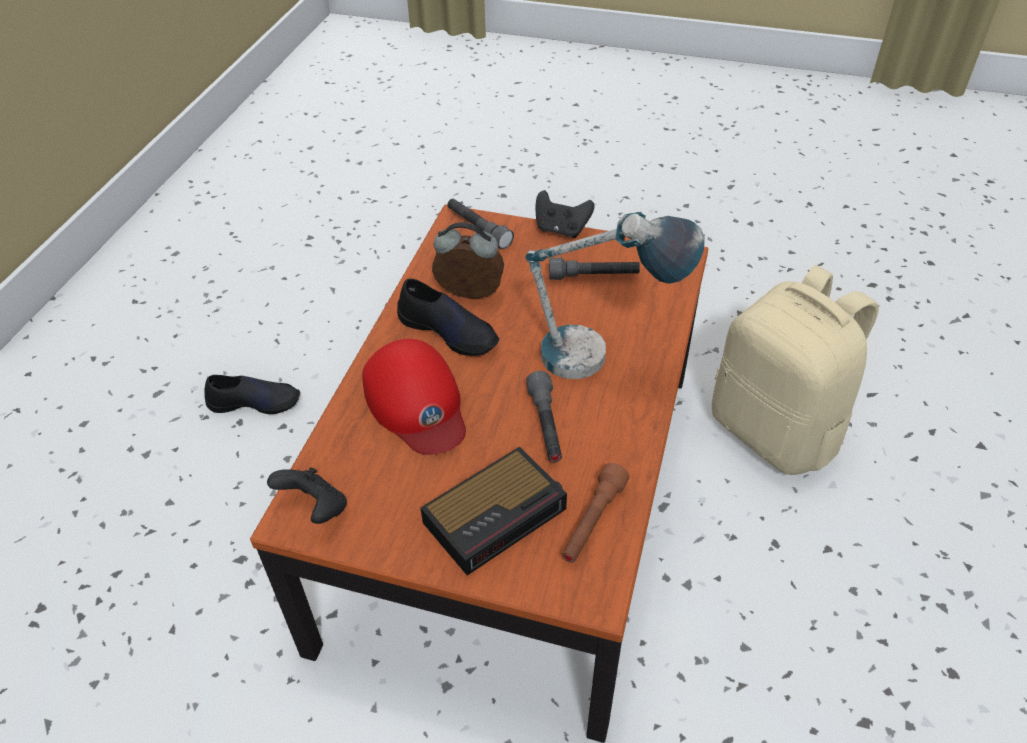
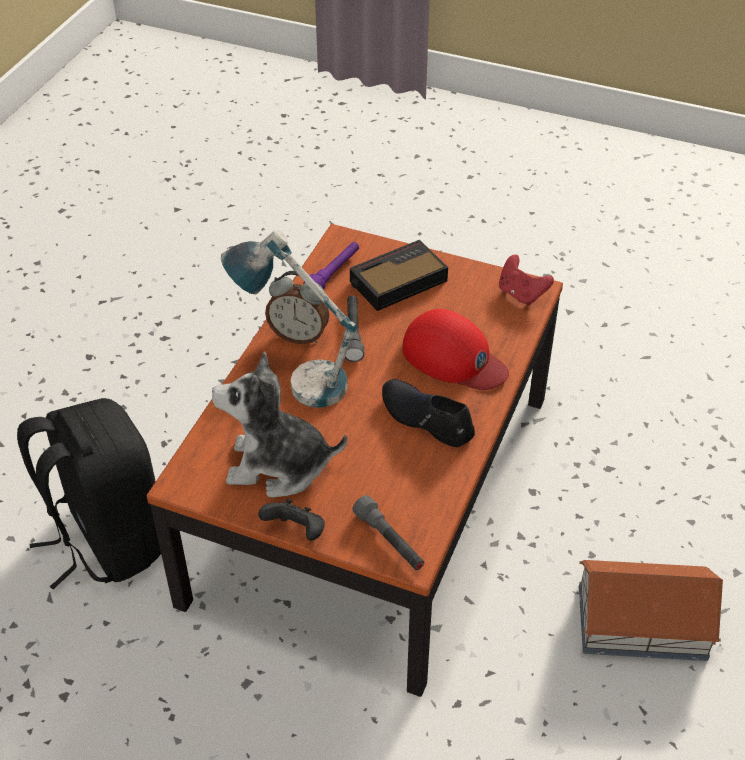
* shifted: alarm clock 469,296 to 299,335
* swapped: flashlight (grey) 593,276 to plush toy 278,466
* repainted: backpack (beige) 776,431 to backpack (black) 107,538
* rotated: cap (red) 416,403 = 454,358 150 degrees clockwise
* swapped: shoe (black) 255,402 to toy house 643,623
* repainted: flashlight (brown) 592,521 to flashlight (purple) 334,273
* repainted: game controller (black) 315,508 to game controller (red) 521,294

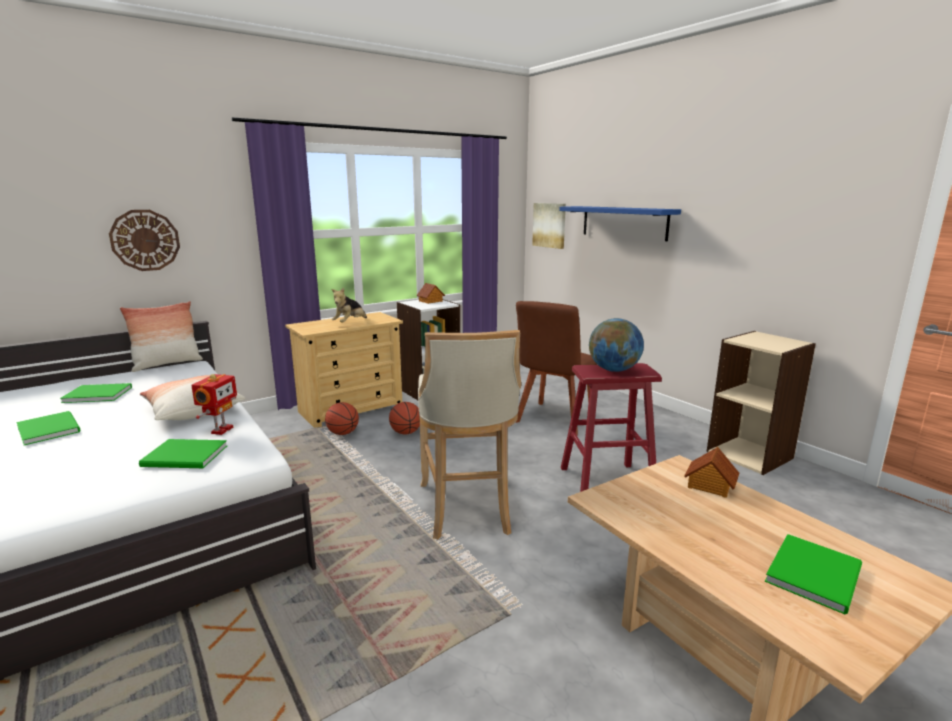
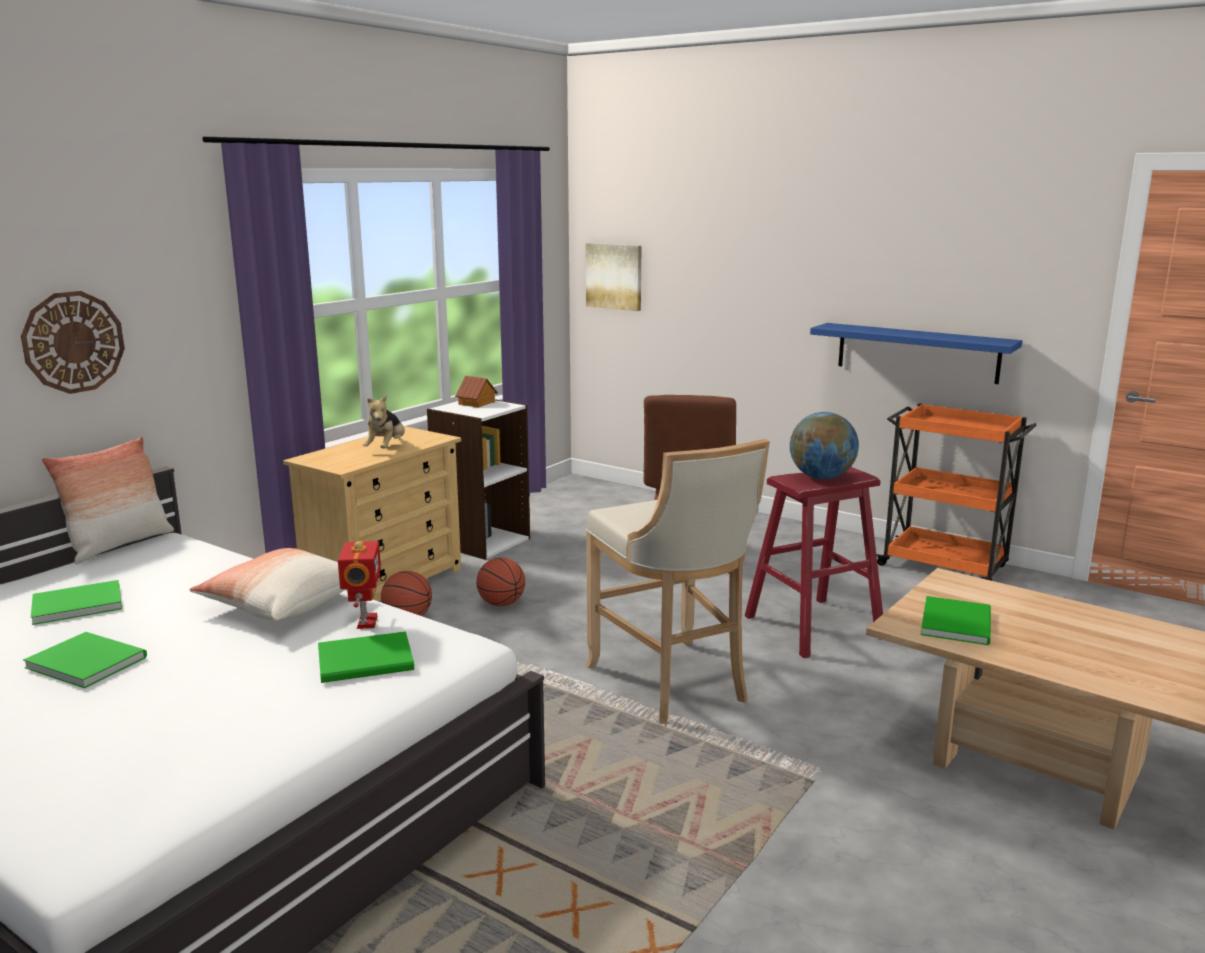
* shifted: shelf (blue) 624,222 to 917,352
* swapped: bookcase (beige) 750,455 to cart (orange) 945,566
* gone: toy house 709,485
* shifted: book (green) 816,574 to 958,622

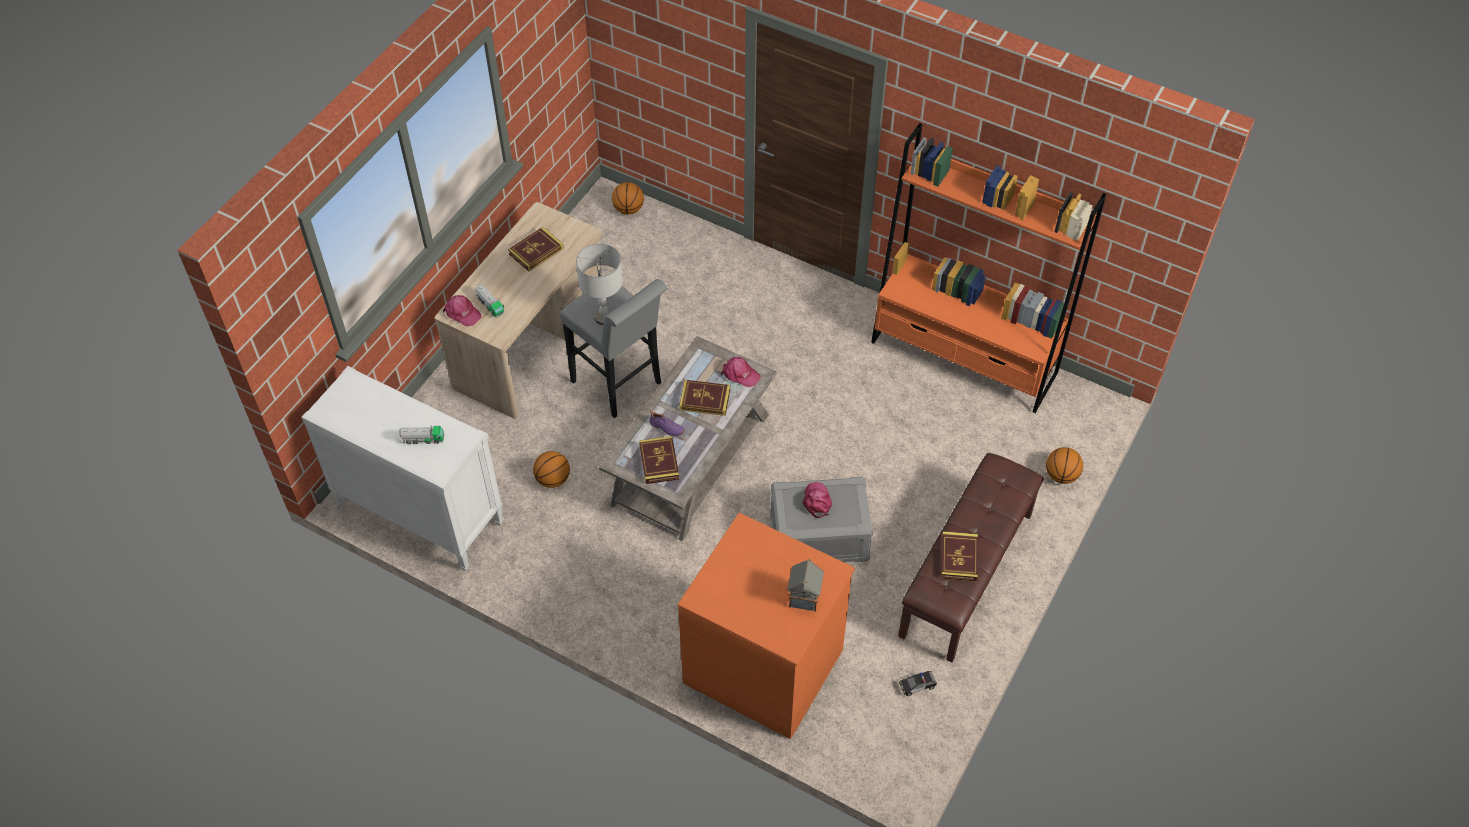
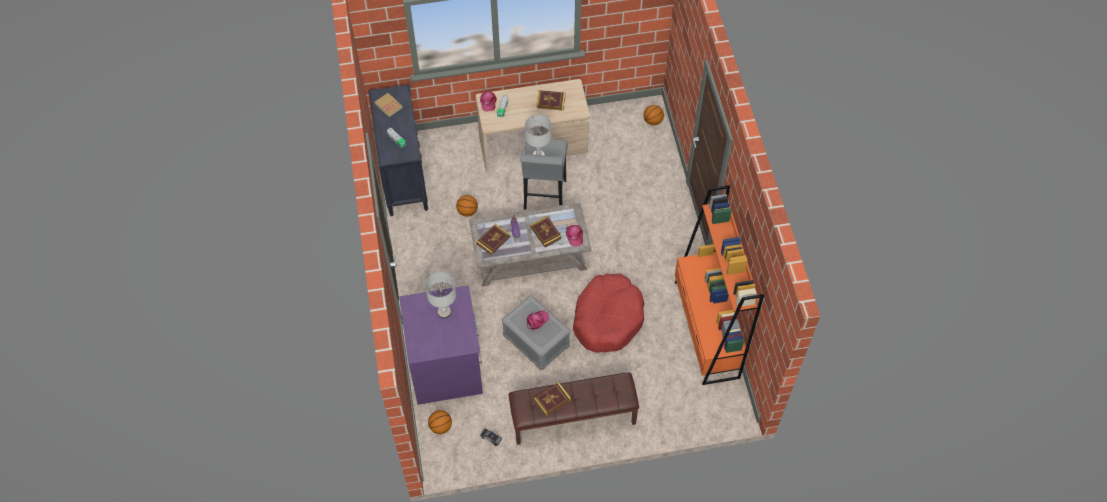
* repainted: dresser (white) 419,513 to dresser (black) 403,176
* shifted: basketball 1061,475 to 440,426
* repainted: dresser (orange) 764,664 to dresser (purple) 446,367
* gone: toy house 804,599
* new: book 388,105
* new: table lamp (grey) 444,312
* new: dog bed (red) 607,318

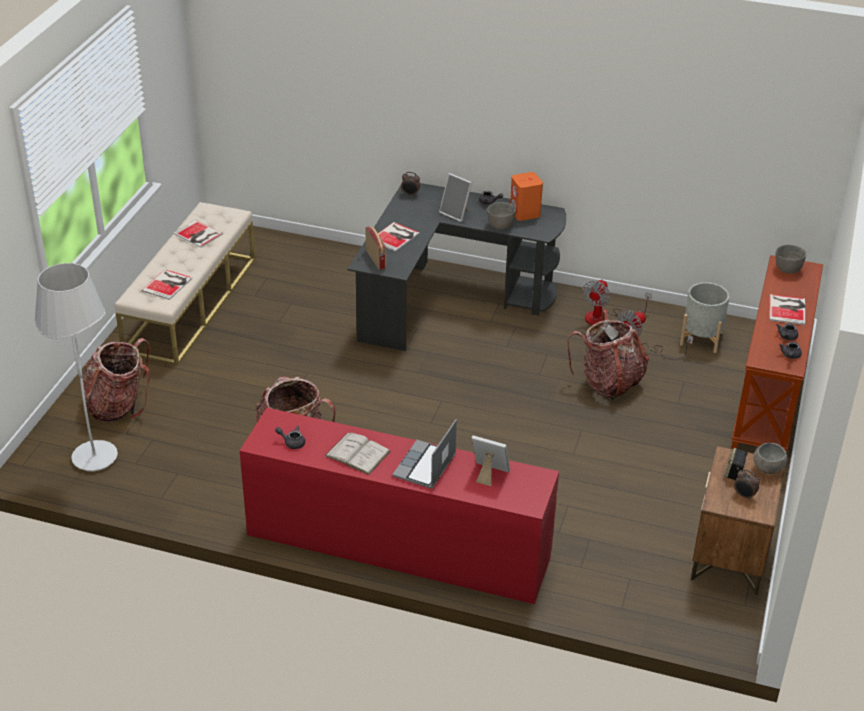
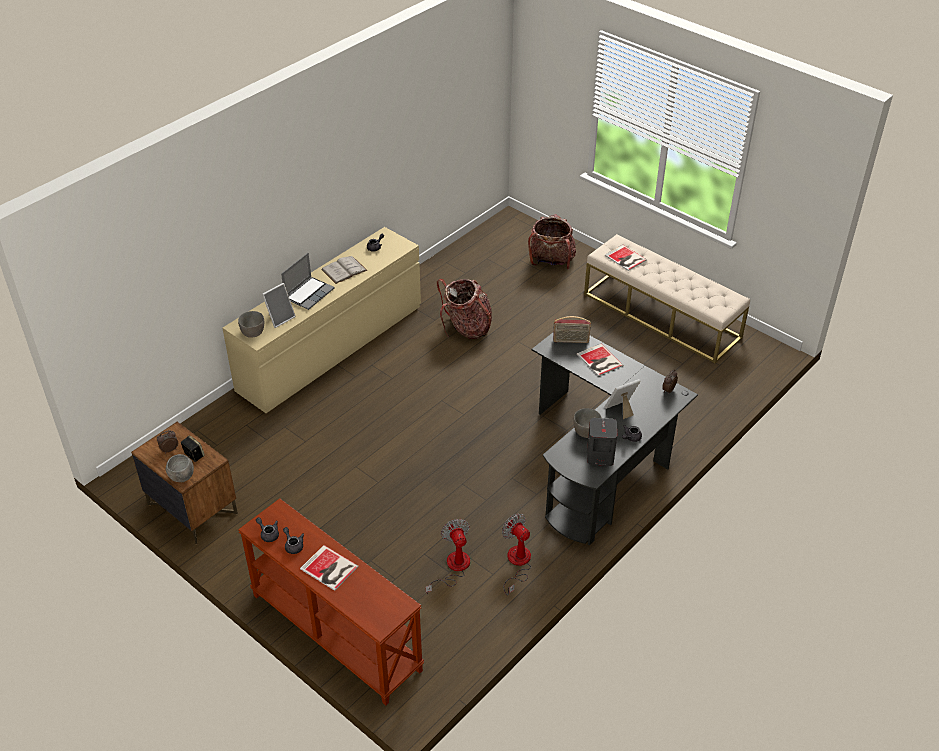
* repainted: speaker (orange) 525,213 to speaker (grey) 599,456
* gone: book 198,234
* shifted: bowl (grey) 787,269 to 253,332
* gone: floor lamp (white) 94,458
* gone: planter (grey) 701,338
* gone: backpack 608,383
* repainted: dresser (red) 398,545 to dresser (beige) 331,347
* rotated: laptop 425,467 = 309,293 75 degrees clockwise

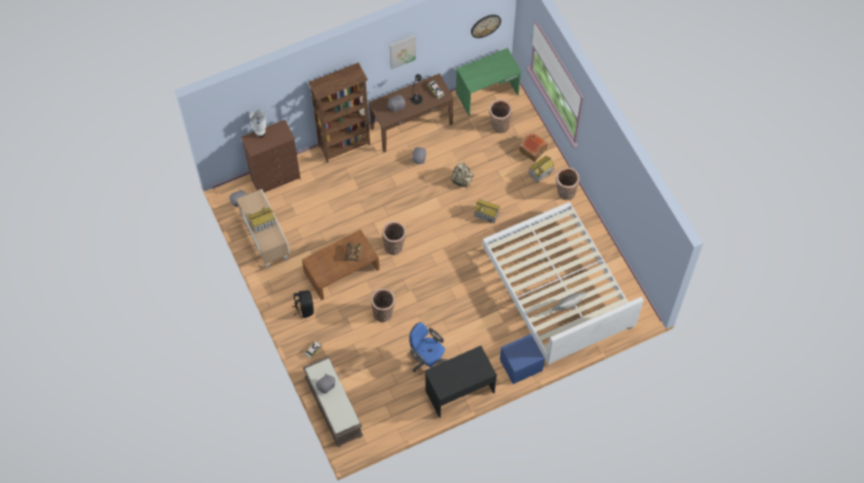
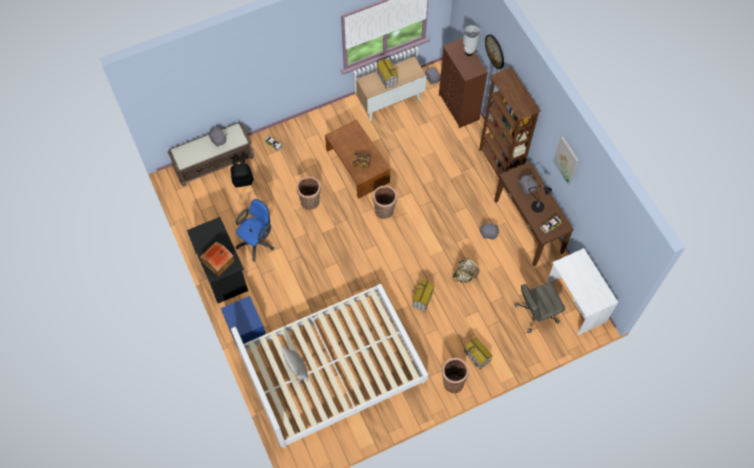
* shifted: wall clock 485,25 to 495,51
* repainted: desk (green) 487,94 to desk (white) 575,302
* swapped: basket 499,125 to office chair (grey) 536,313
* shifted: toy house 533,149 to 219,262
* shifted: backpack (black) 304,308 to 243,180

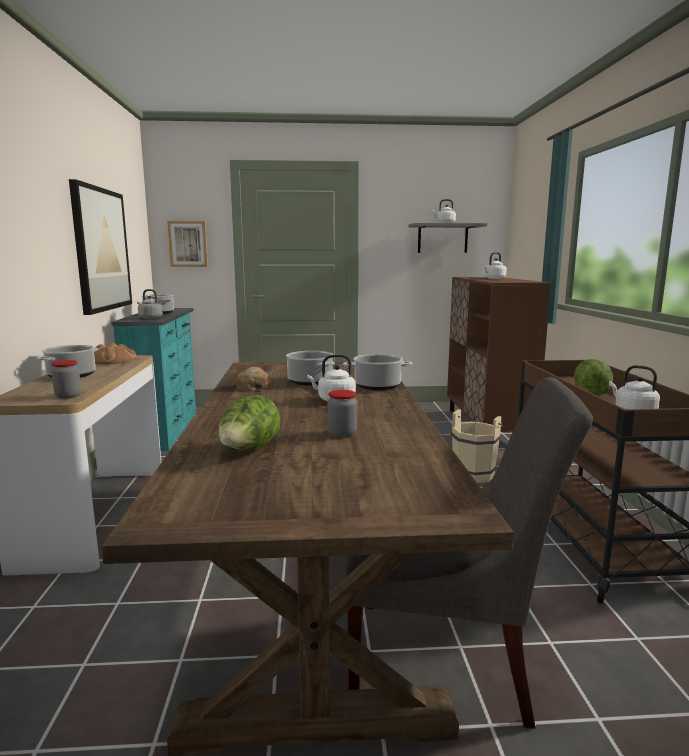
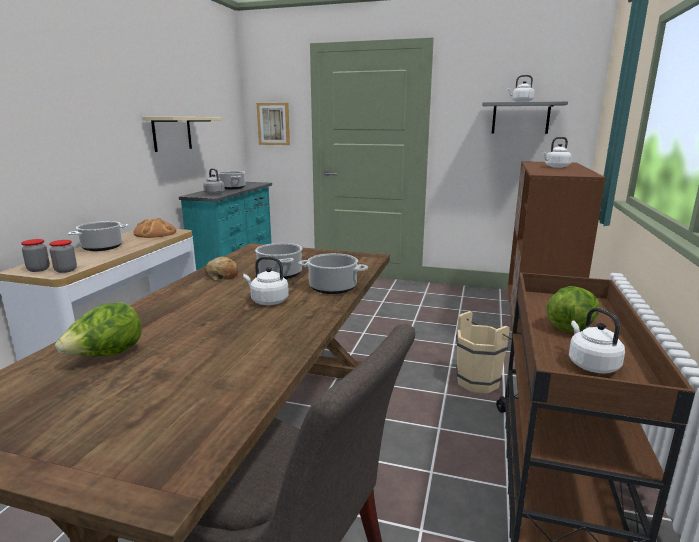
* swapped: picture 101,249 to shelf (beige) 172,133
* shifted: jar 342,433 to 38,269

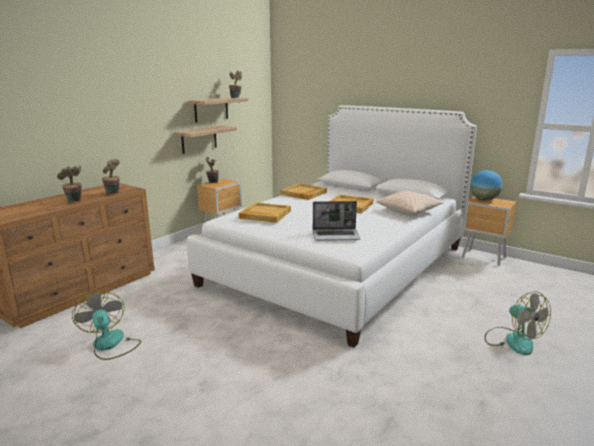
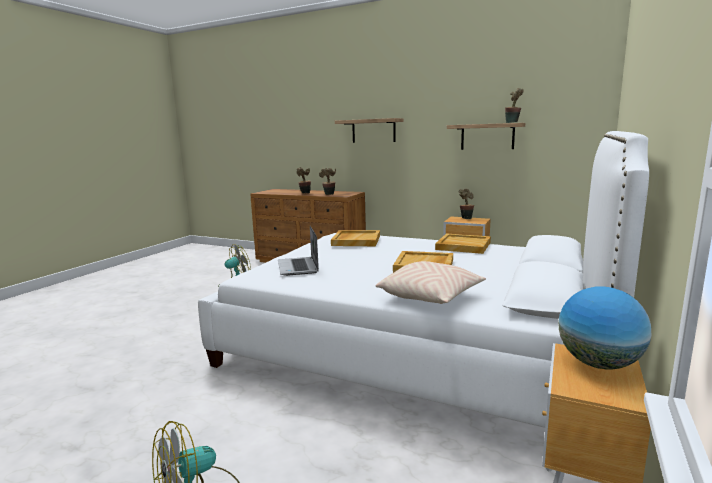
* shifted: shelf 199,139 to 373,131

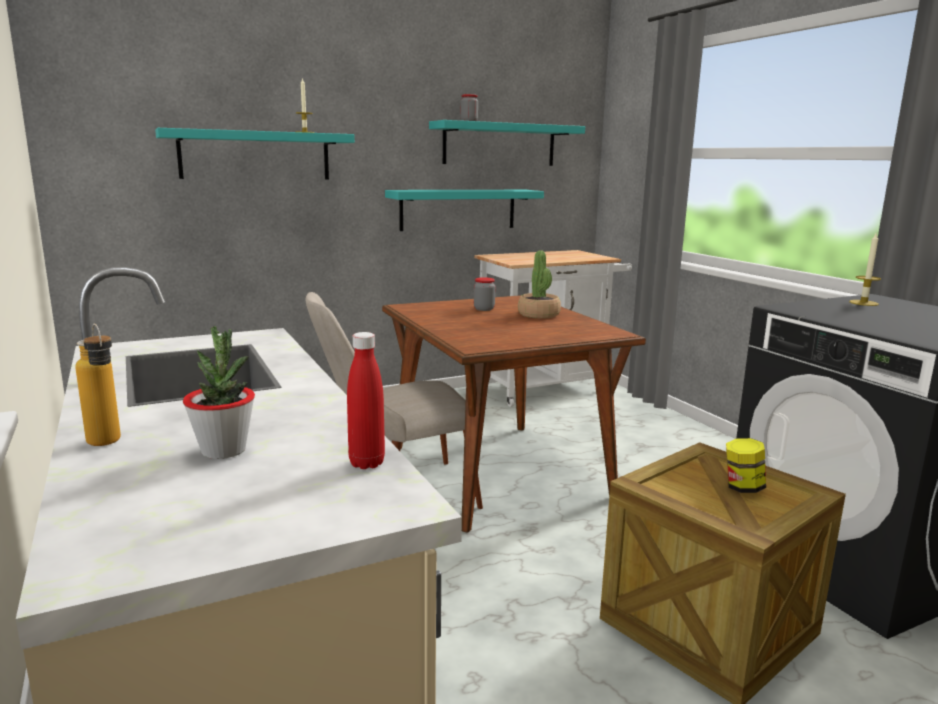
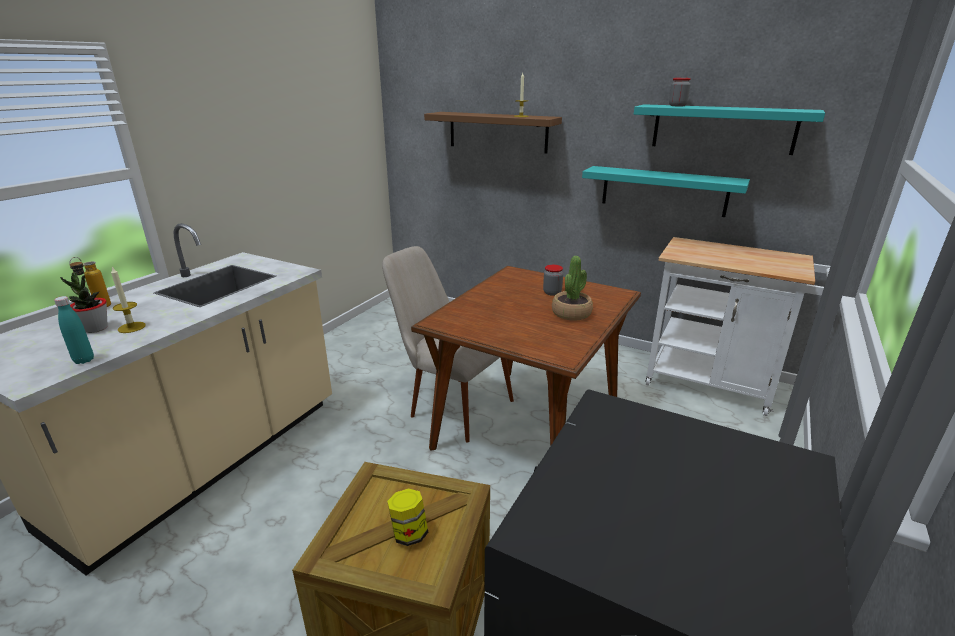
* repainted: shelf (turquoise) 255,155 to shelf (brown) 497,132
* shifted: candle 863,303 to 131,327
* repainted: bottle (red) 366,463 to bottle (turquoise) 84,360

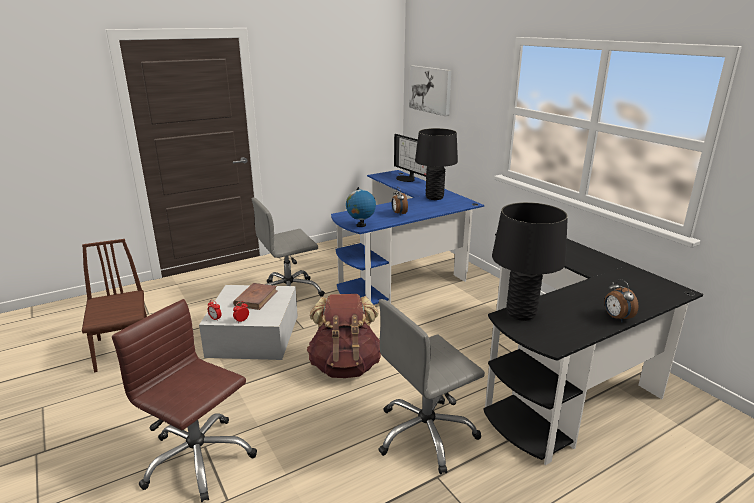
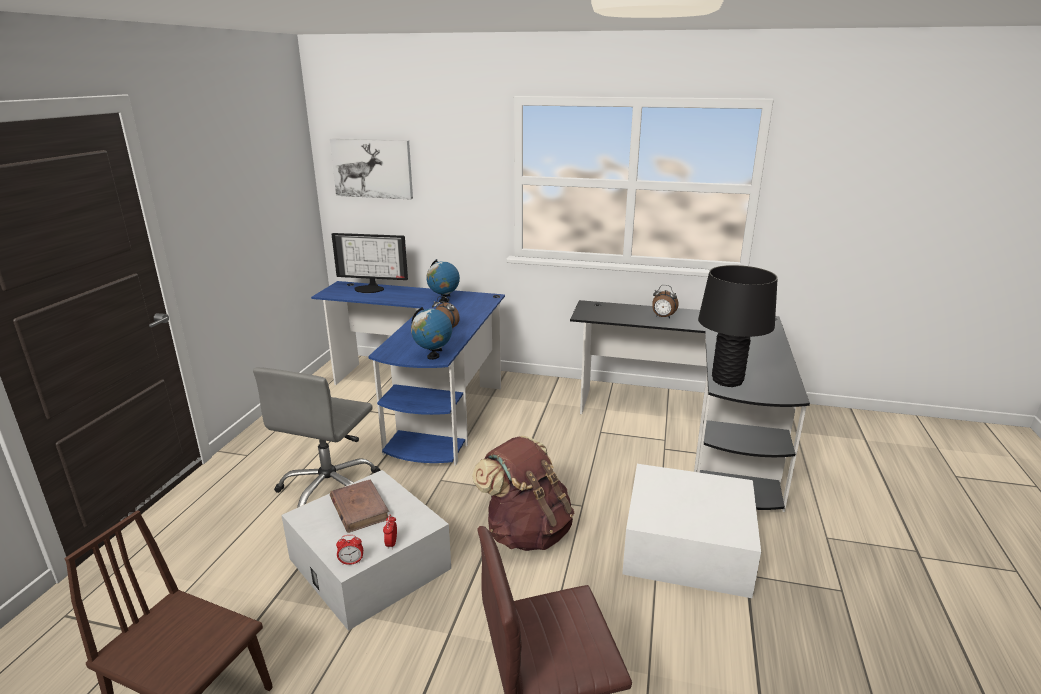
* swapped: table lamp (black) 434,197 to globe 444,301
* shifted: alarm clock 616,318 to 663,317
* swapped: office chair (grey) 426,434 to storage box (white) 687,547

